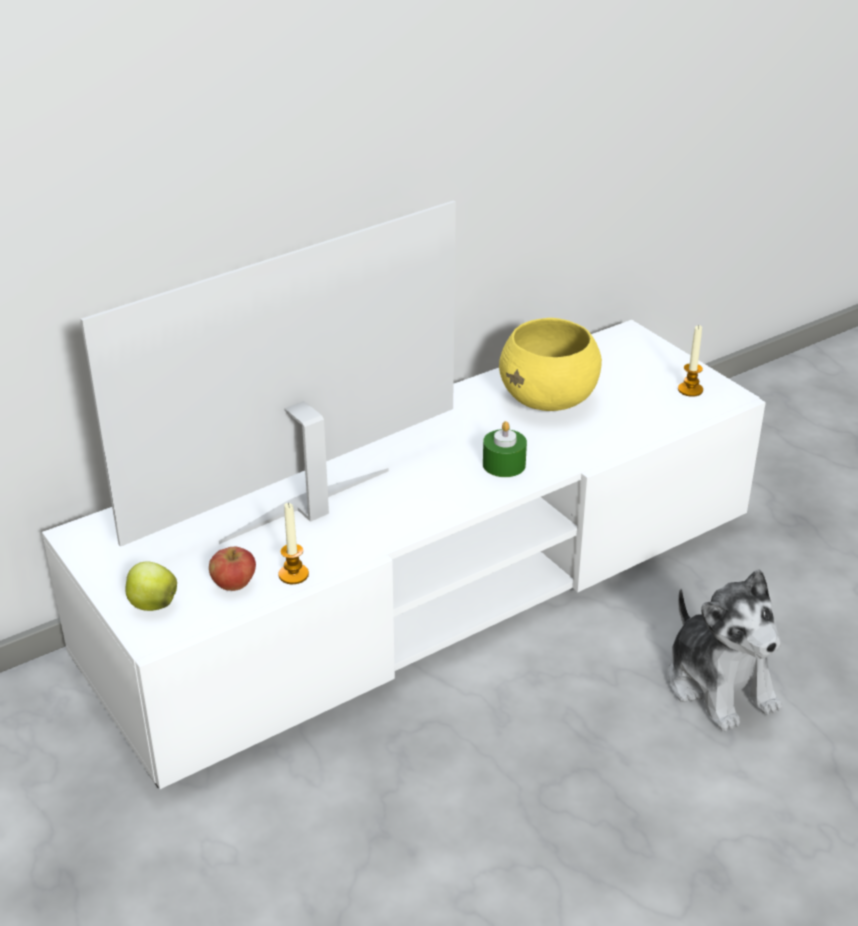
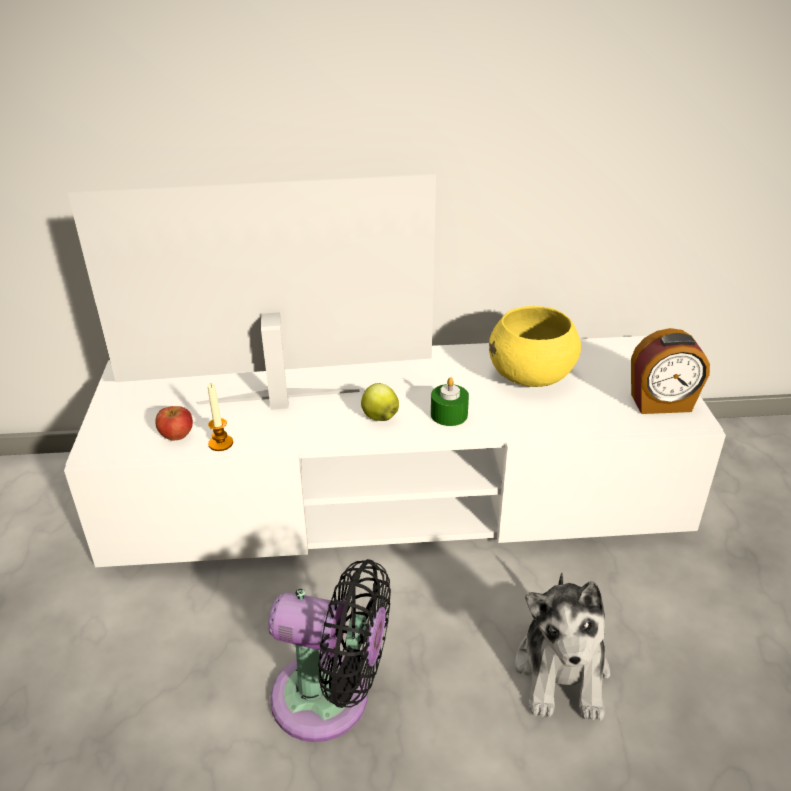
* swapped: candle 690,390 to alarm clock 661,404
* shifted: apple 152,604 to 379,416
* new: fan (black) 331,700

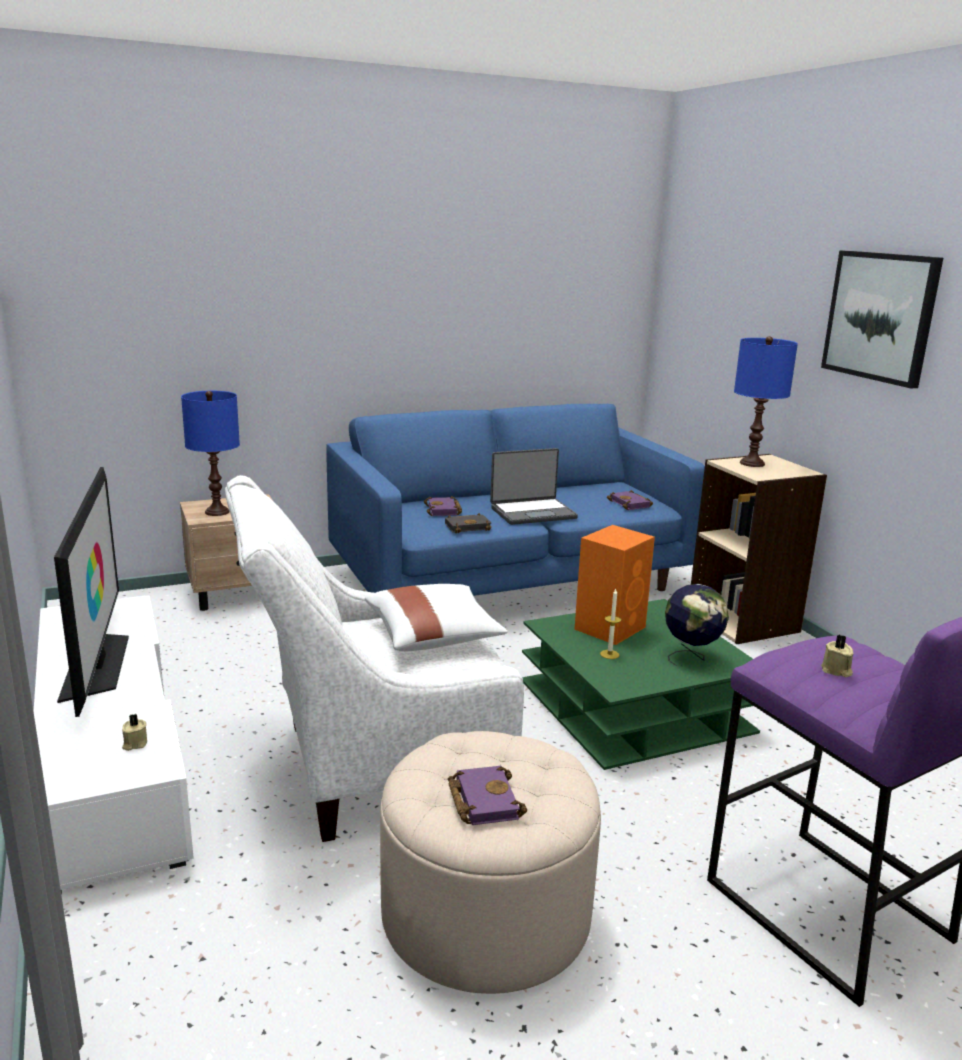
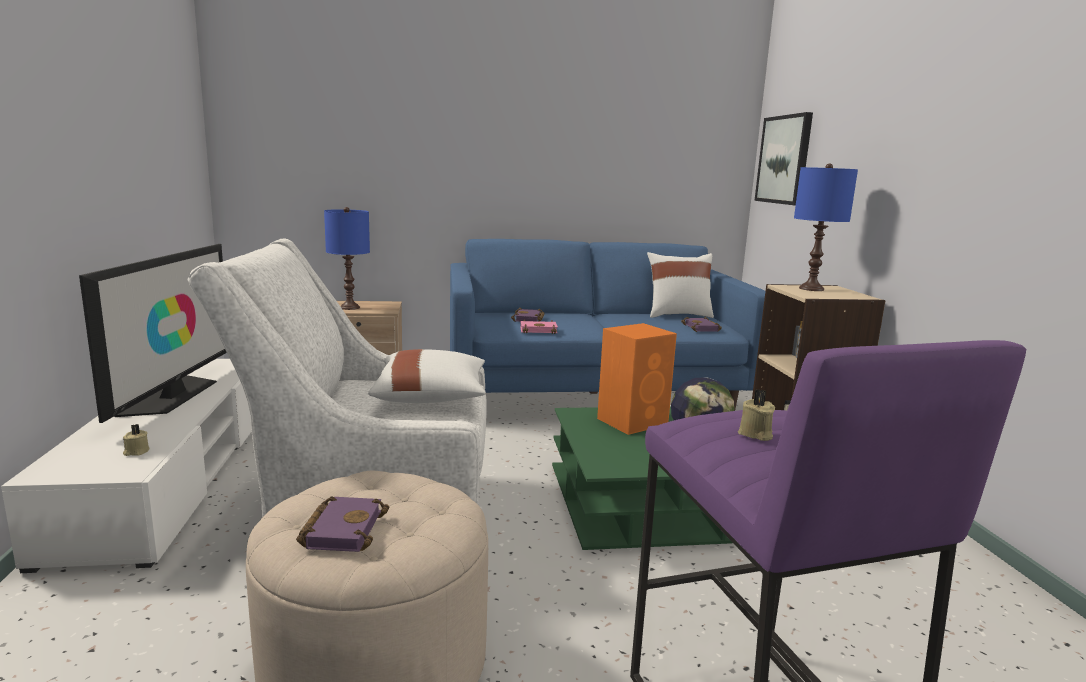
* shifted: picture 881,316 to 784,160
* gone: laptop 532,512
* repainted: book (black) 468,526 to book (pink) 539,330
* gone: candle 609,654
* new: pillow (white) 677,315

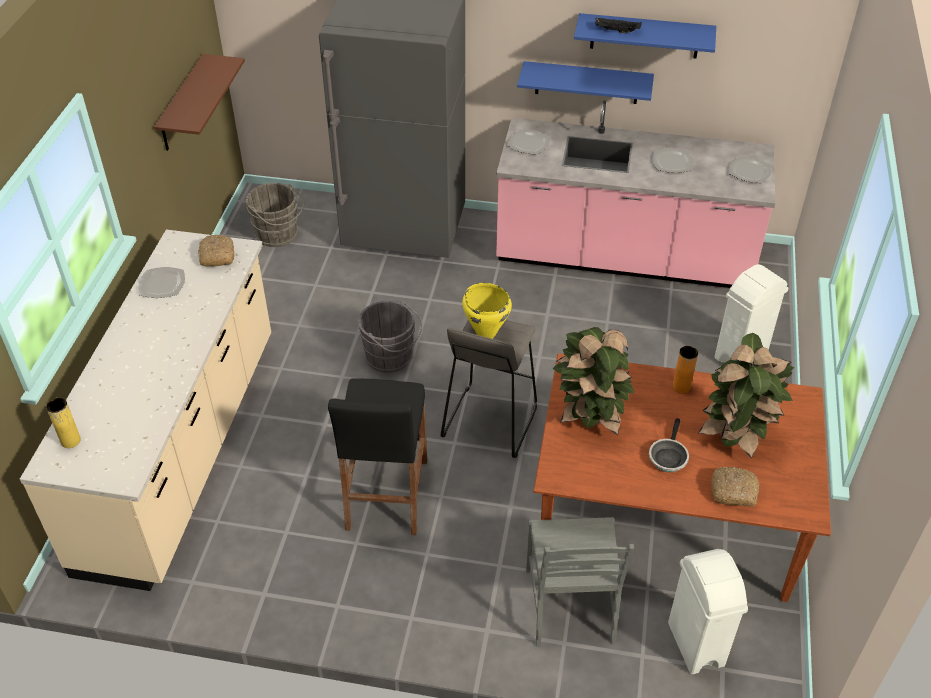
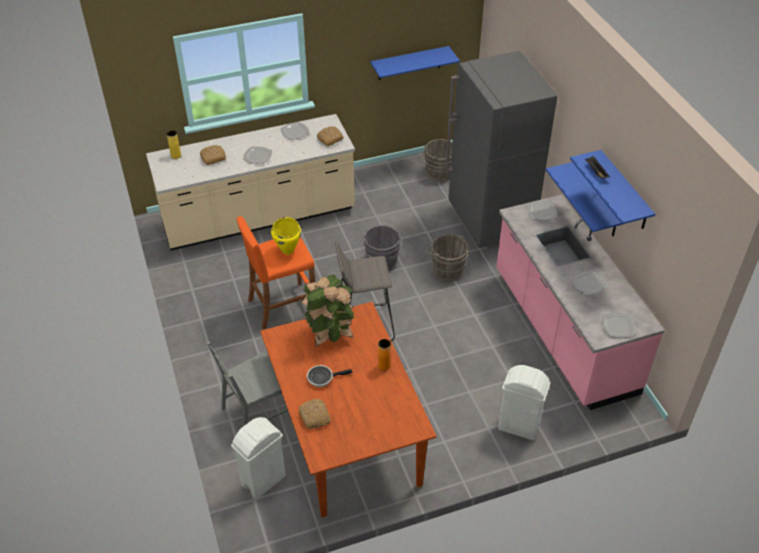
* repainted: shelf (brown) 182,104 to shelf (blue) 409,63
* shifted: cooking pot (yellow) 486,333 to 288,250
* gone: potted plant 736,435
* repainted: stool (black) 386,495 to stool (orange) 282,305
* new: bread 213,158
* new: plate 258,156
* new: bucket (grey) 446,270

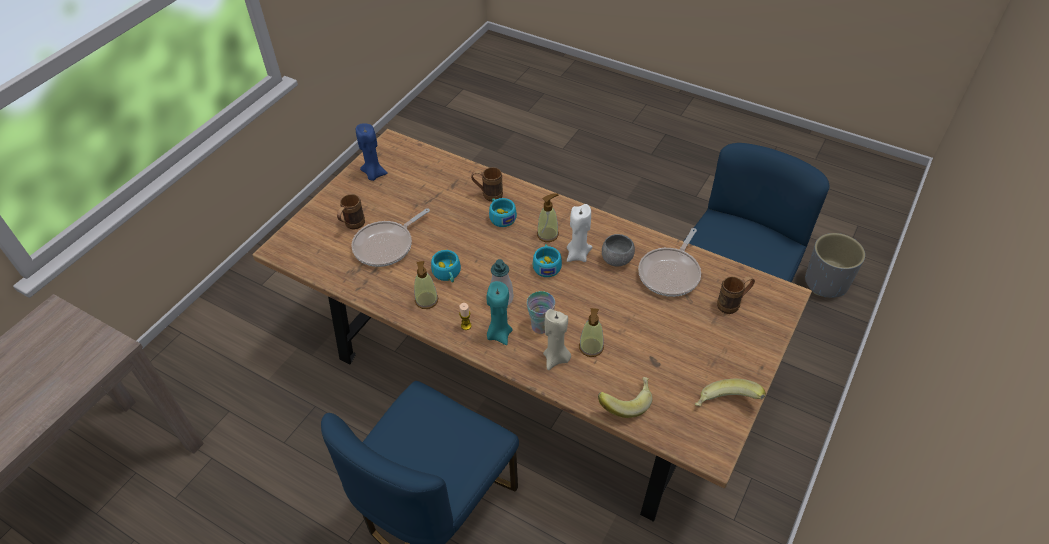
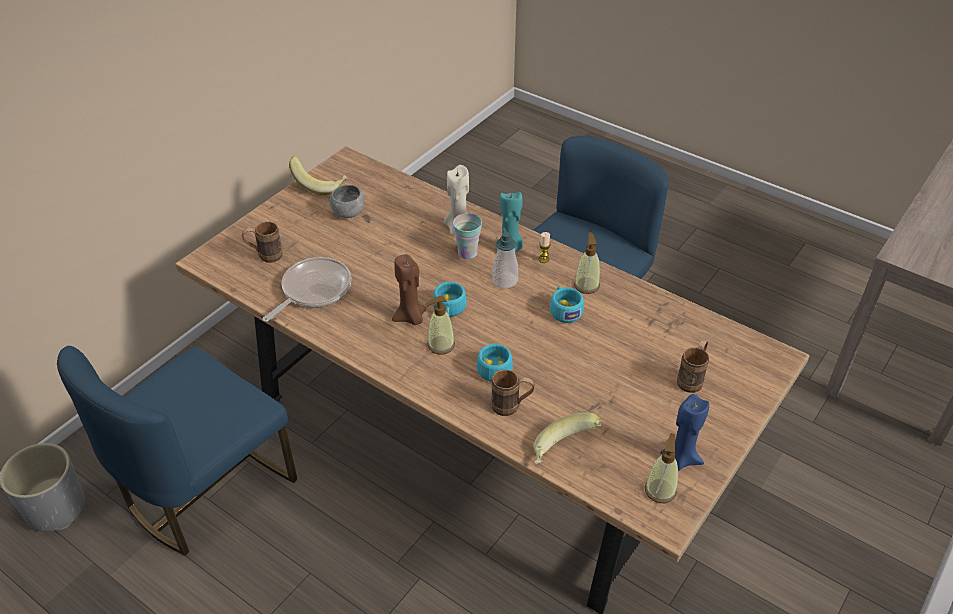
* repainted: candle (white) 578,255 to candle (brown) 410,318
* gone: frying pan 386,246
* shifted: bowl (grey) 617,259 to 348,212
* shifted: soap dispenser 591,347 to 660,490
* shifted: banana 625,402 to 563,451

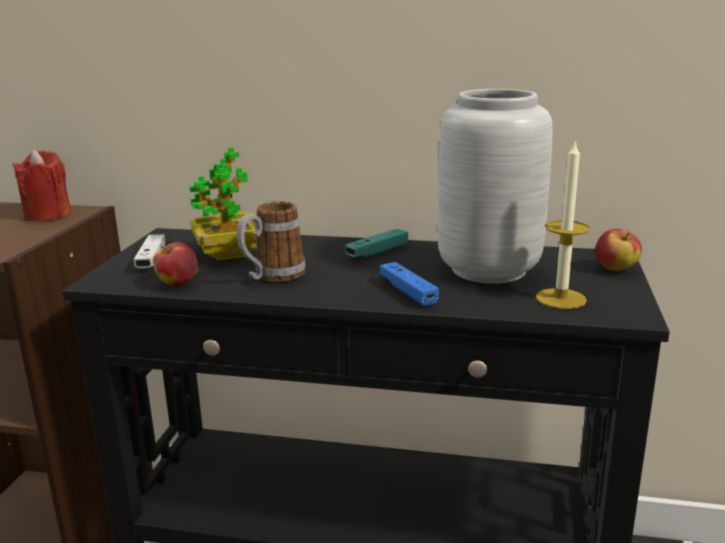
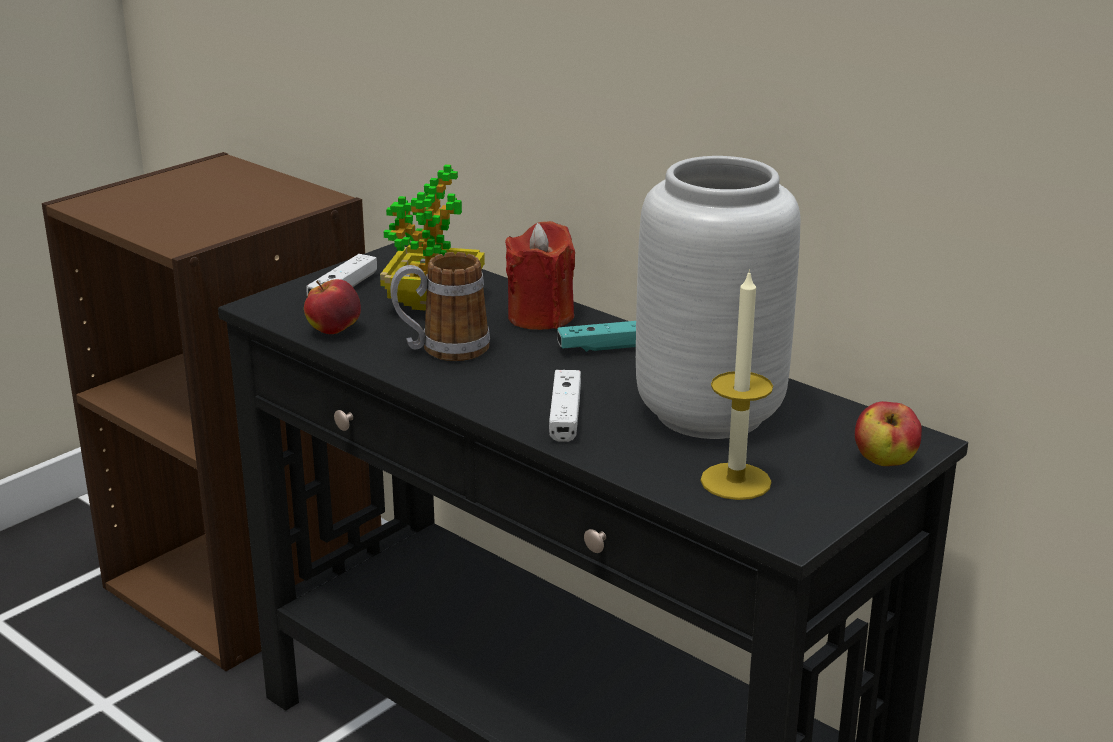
* shifted: candle (red) 47,215 to 540,317
* repainted: game controller (blue) 408,292 to game controller (white) 565,415

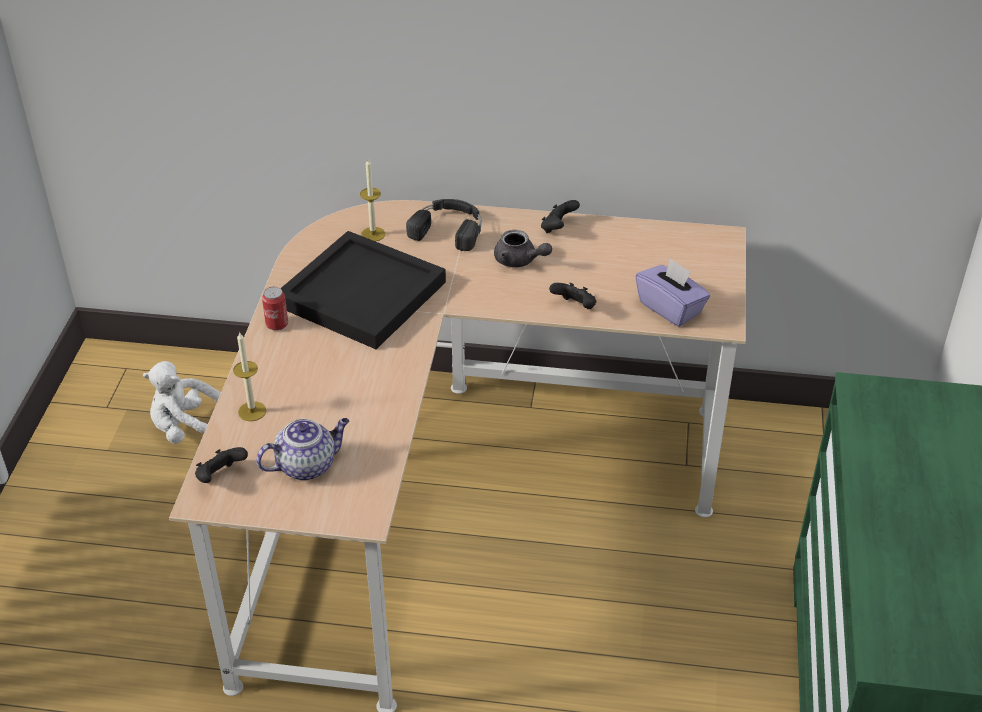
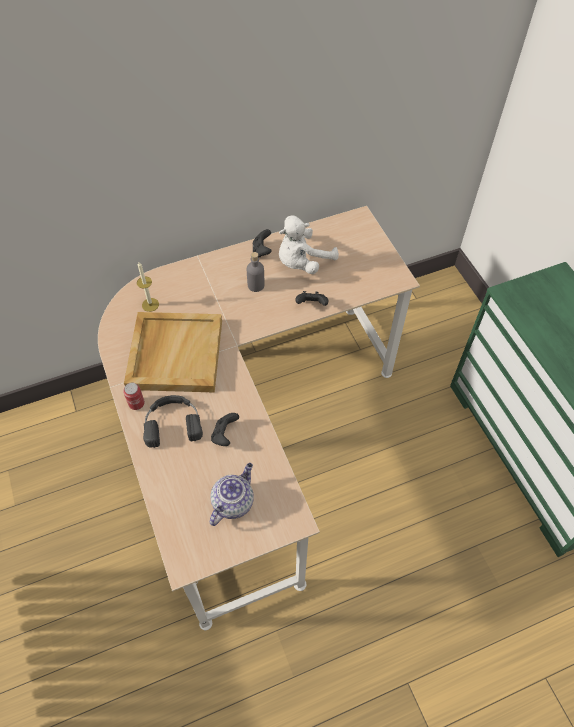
* shifted: headphones (black) 449,228 to 172,422
* swapped: teapot (grey) 519,261 to bottle (grey) 256,285
* repainted: tray (black) 361,293 to tray (beige) 175,353
* gone: tissue box (purple) 670,308
* gone: candle 252,411
* shifted: plush toy (white) 189,430 to 302,262
* shifted: game controller (black) 220,477 to 225,435

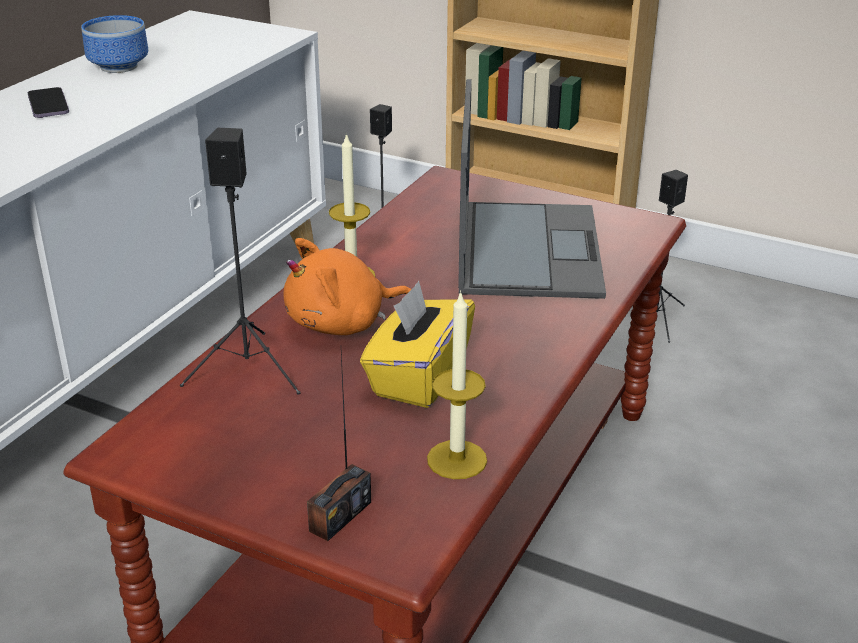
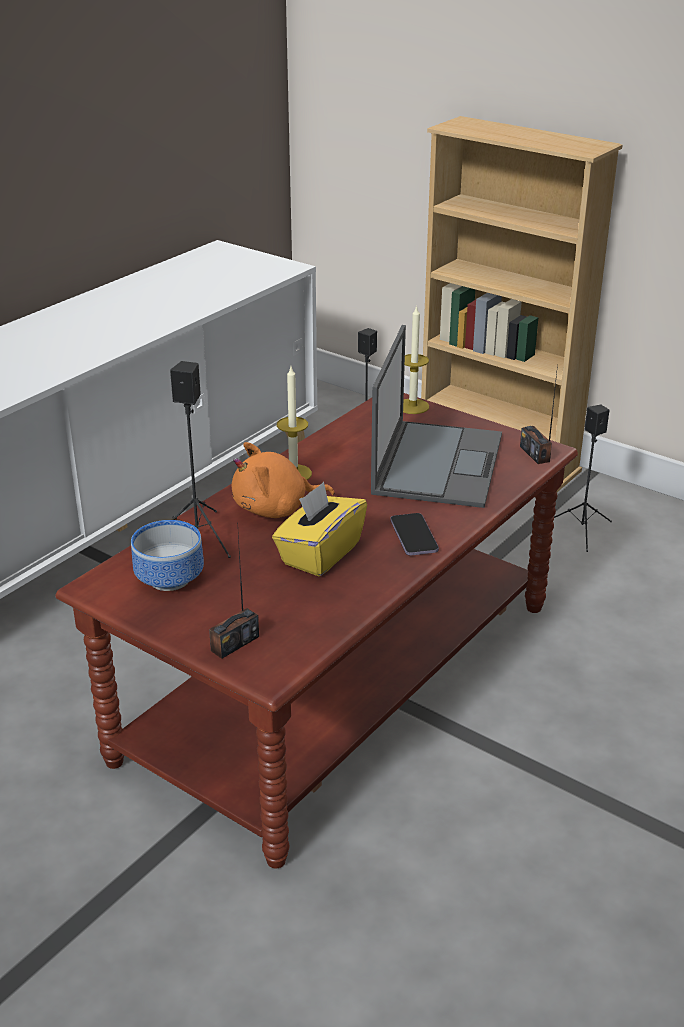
* shifted: bowl 121,67 to 171,580
* shifted: phone 48,105 to 414,536
* shifted: candle 457,459 to 412,406
* new: radio 535,454

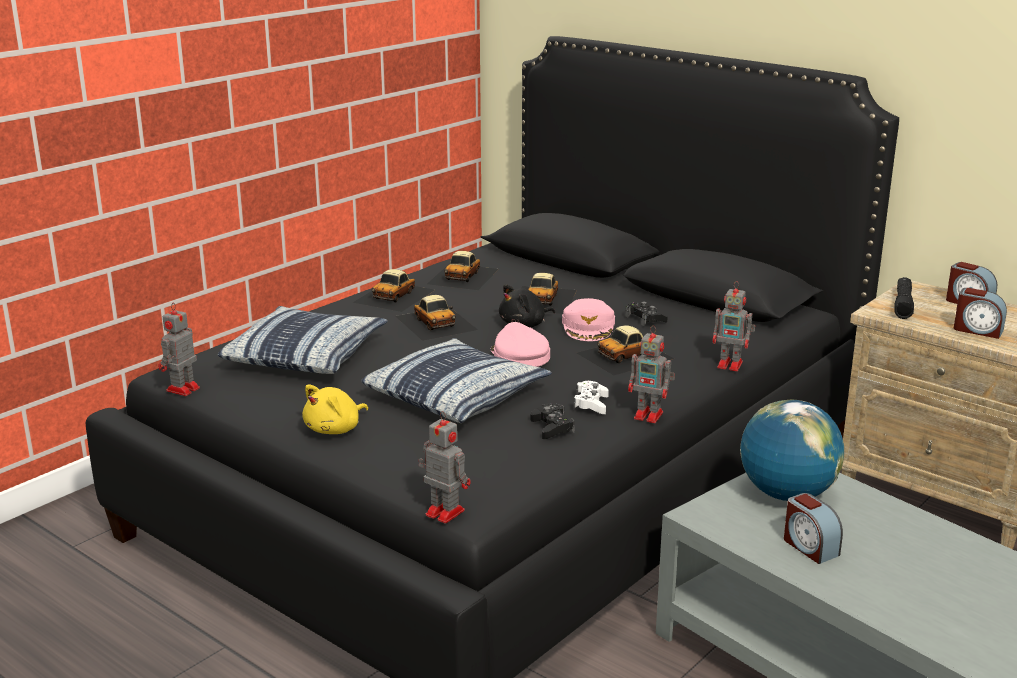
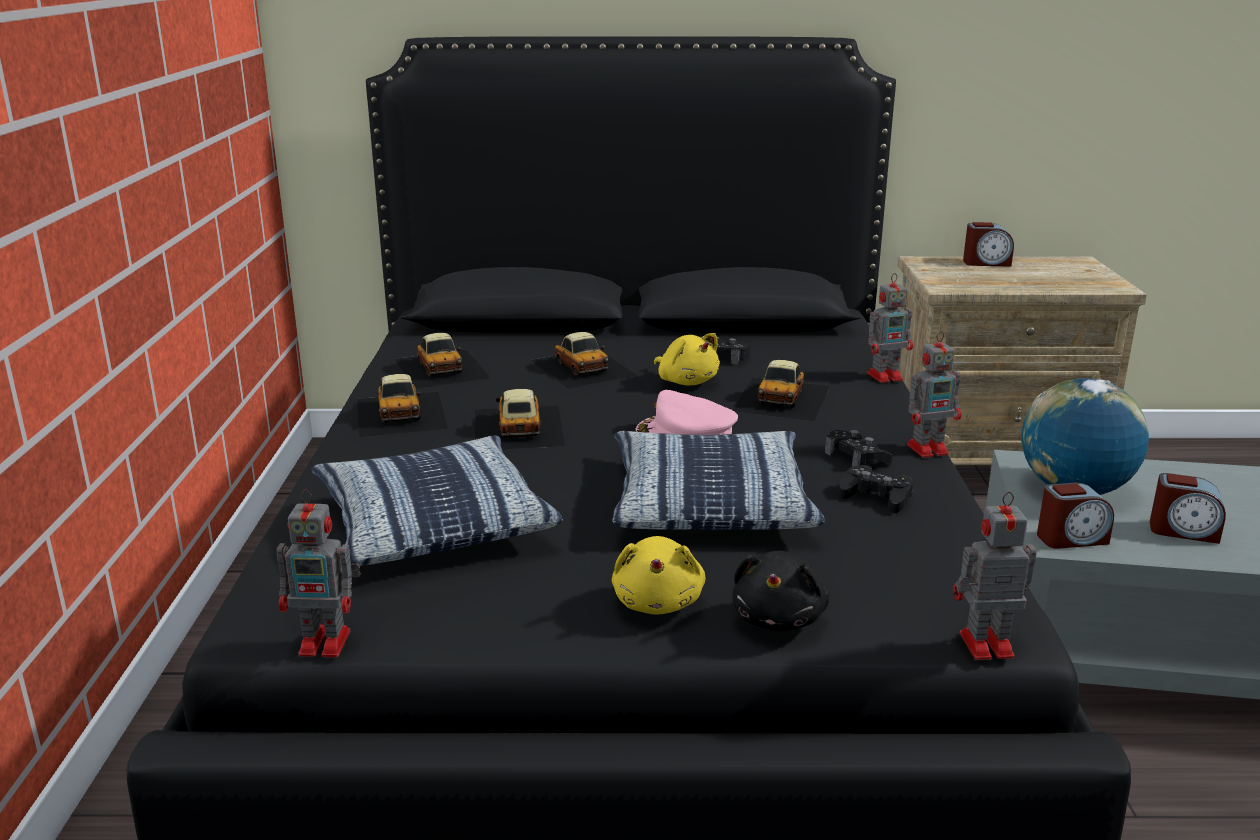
* gone: flashlight (black) 903,304
* shifted: plush toy (black) 525,325 to 779,618
* shifted: alarm clock 977,330 to 1071,538
* rotated: toy car 436,322 = 517,427 120 degrees counterclockwise
* swapped: cap (pink) 589,327 to plush toy (yellow) 686,381
* rotated: toy robot 182,390 = 328,643 75 degrees counterclockwise
* repainted: game controller (white) 591,404 to game controller (black) 856,457

